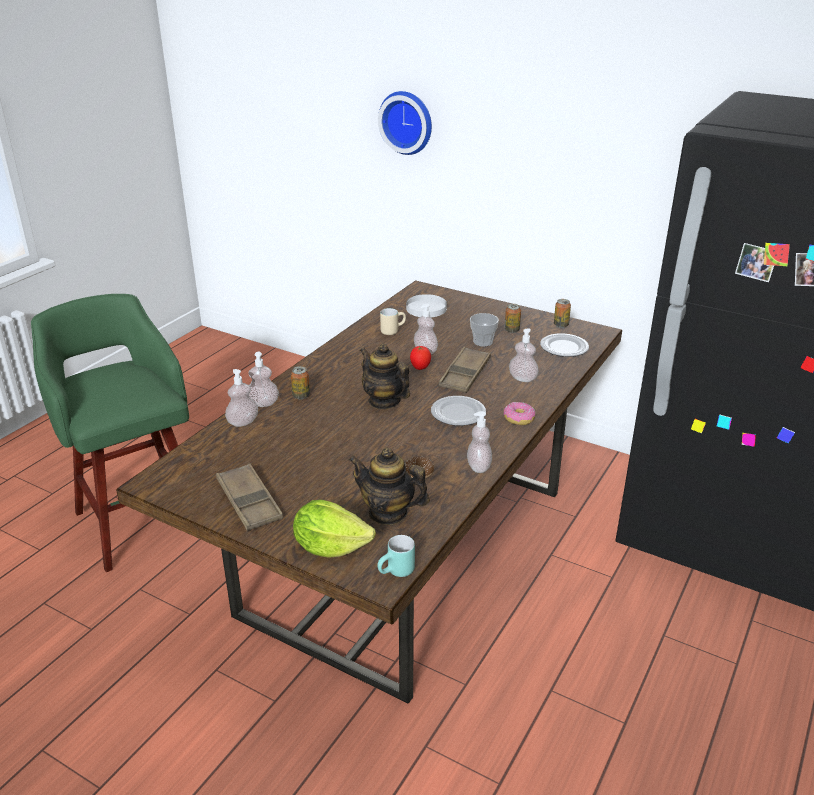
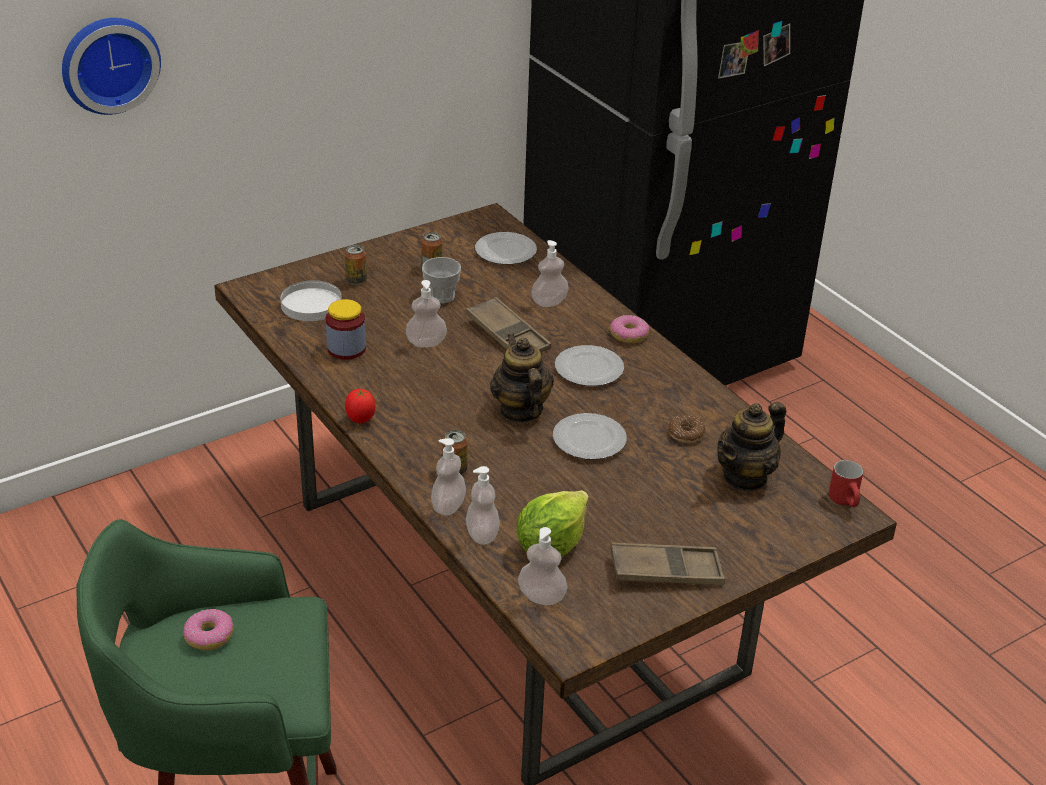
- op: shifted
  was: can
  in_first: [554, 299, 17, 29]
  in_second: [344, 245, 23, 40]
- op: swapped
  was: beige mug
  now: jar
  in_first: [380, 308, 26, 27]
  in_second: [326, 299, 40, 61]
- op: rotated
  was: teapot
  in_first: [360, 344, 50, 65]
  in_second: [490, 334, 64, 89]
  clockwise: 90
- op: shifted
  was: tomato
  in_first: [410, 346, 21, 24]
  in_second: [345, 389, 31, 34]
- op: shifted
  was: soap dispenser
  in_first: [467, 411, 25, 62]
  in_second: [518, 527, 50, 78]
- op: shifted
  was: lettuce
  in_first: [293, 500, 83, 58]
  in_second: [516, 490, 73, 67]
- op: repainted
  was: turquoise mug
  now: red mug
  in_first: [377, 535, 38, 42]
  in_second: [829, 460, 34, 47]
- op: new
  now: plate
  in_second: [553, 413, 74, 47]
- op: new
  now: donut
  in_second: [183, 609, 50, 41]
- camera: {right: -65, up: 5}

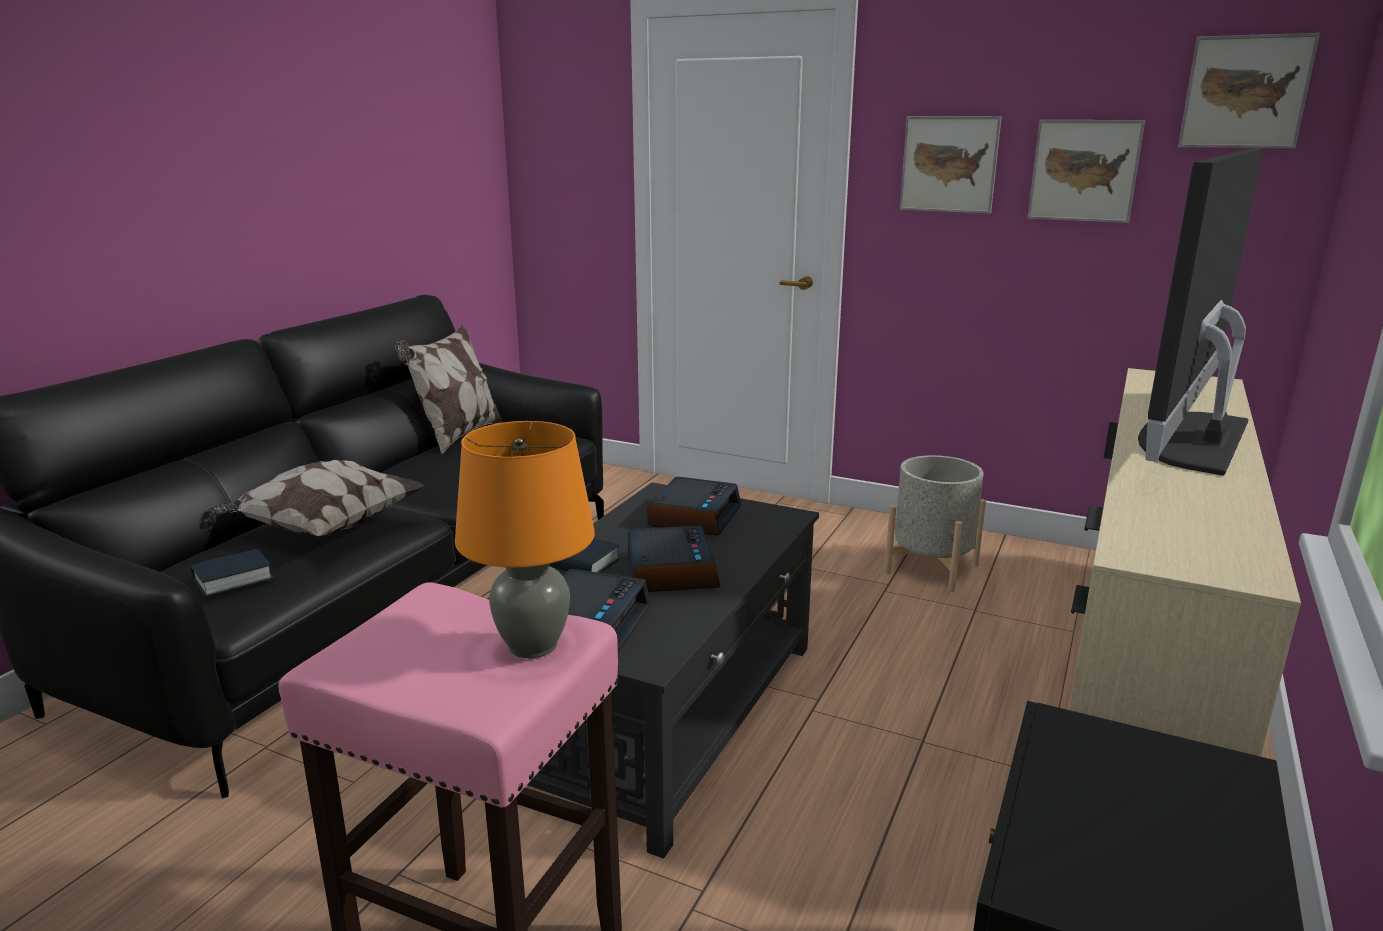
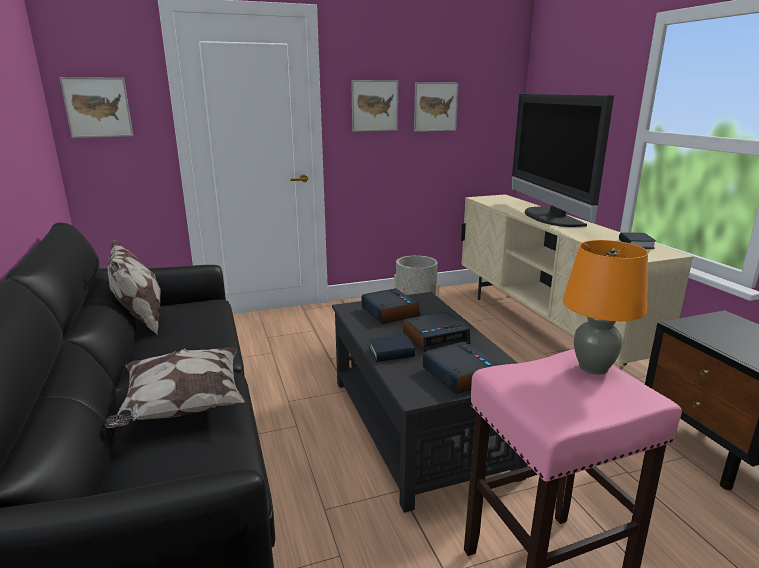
- op: shifted
  was: picture
  in_first: [1178, 33, 142, 116]
  in_second: [59, 77, 74, 61]
- op: rotated
  was: alarm clock
  in_first: [628, 526, 92, 66]
  in_second: [403, 312, 67, 40]
  clockwise: 120
- op: shifted
  was: book
  in_first: [191, 549, 83, 48]
  in_second: [619, 232, 37, 17]
- camera: {right: -45, up: 0}

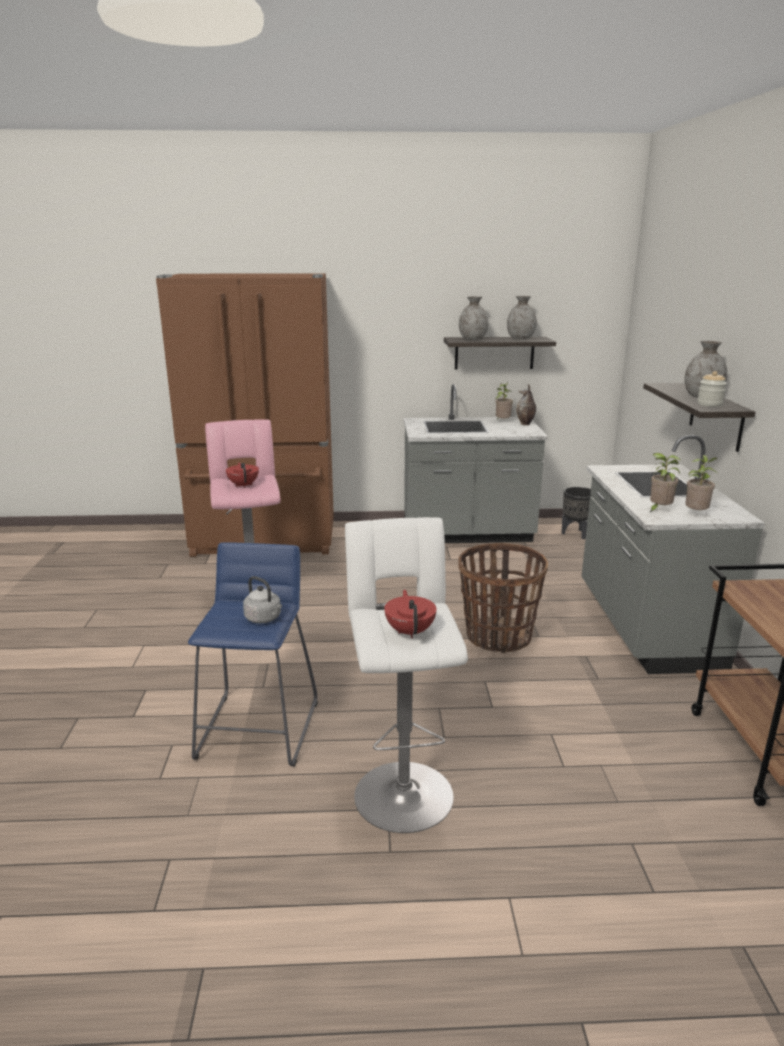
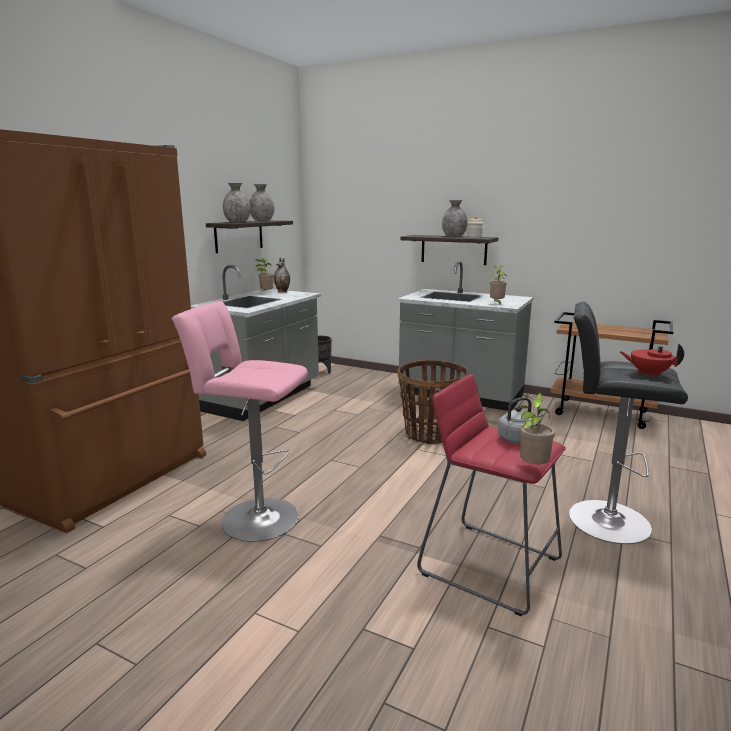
- op: shifted
  was: potted plant
  in_first: [685, 455, 32, 55]
  in_second: [518, 393, 37, 71]
- op: gone
  was: red teapot
  in_first: [226, 462, 33, 26]
- op: repainted
  was: white stool
  now: black stool
  in_first: [345, 517, 123, 316]
  in_second: [569, 301, 119, 243]
- op: repainted
  was: blue stool
  now: red stool
  in_first: [188, 542, 130, 225]
  in_second: [417, 374, 149, 243]
- camera: {right: -60, up: -5}

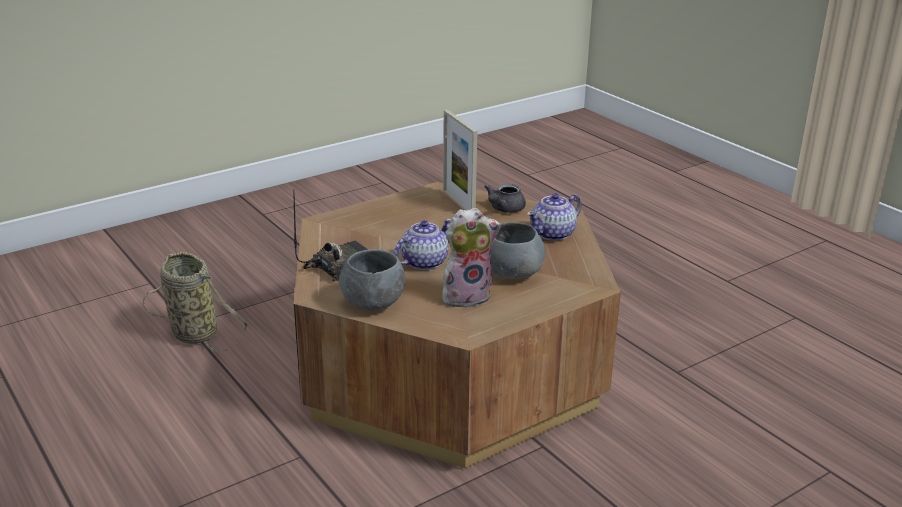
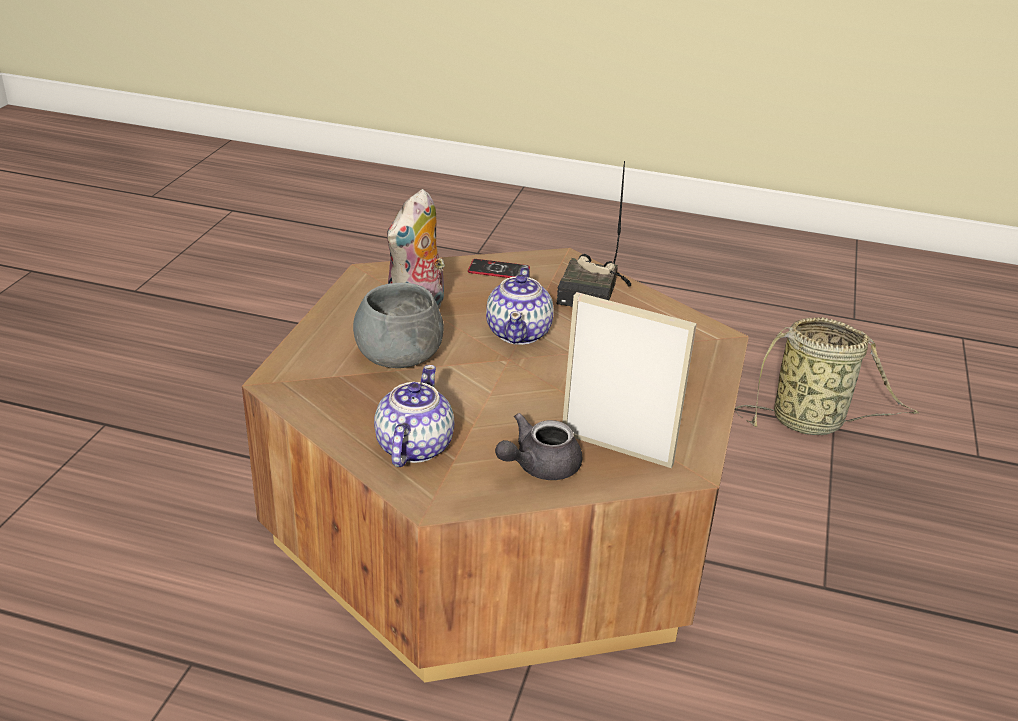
- op: rotated
  was: grey teapot
  in_first: [484, 184, 42, 29]
  in_second: [495, 413, 87, 67]
  clockwise: -120
- op: swapped
  was: grey bowl
  now: phone
  in_first: [339, 249, 66, 62]
  in_second: [468, 259, 62, 19]
- camera: {right: 140, up: 5}

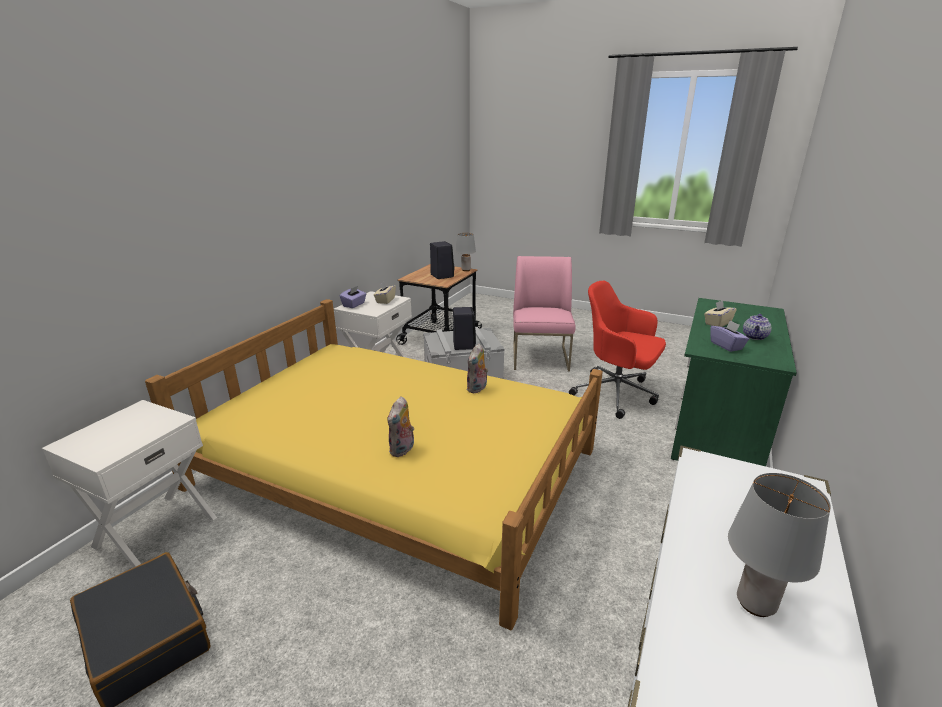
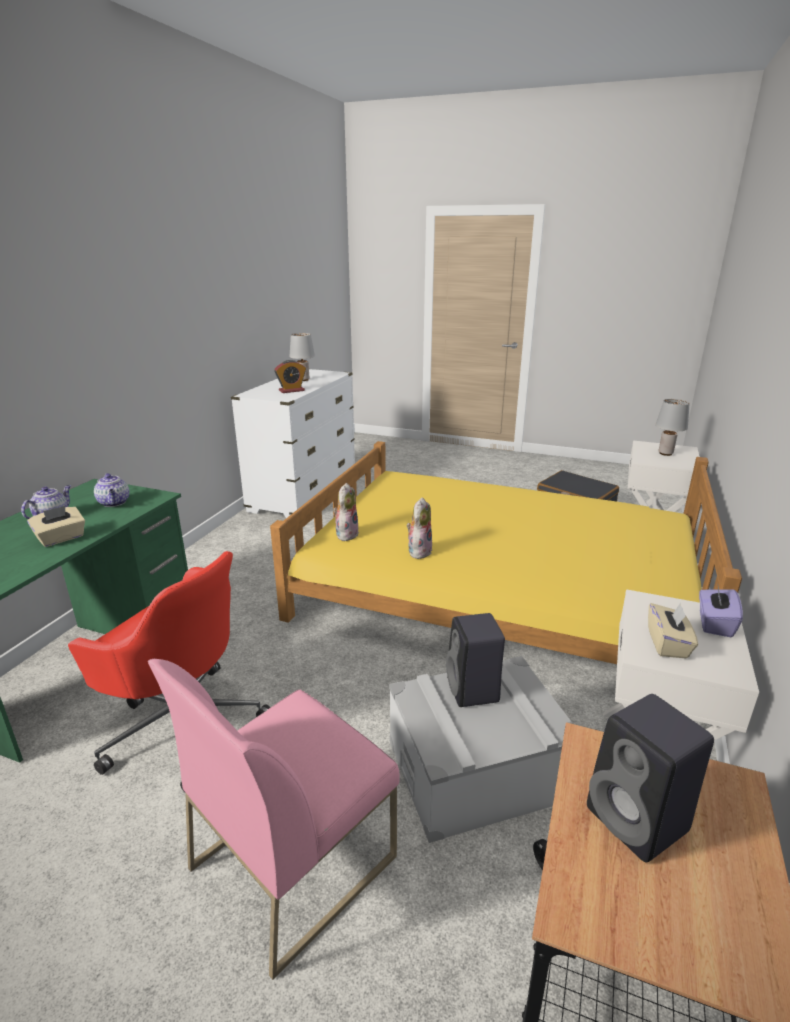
- op: shifted
  was: grey table lamp
  in_first: [456, 233, 20, 38]
  in_second: [655, 399, 35, 57]
- op: rotated
  was: pink chair
  in_first: [513, 256, 63, 116]
  in_second: [148, 659, 252, 321]
  clockwise: 45
- op: swapped
  was: purple tissue box
  now: teapot
  in_first: [710, 320, 39, 32]
  in_second: [94, 473, 35, 34]
- op: shifted
  was: plush toy
  in_first: [387, 396, 27, 61]
  in_second: [333, 483, 26, 58]
- op: new
  now: alarm clock
  in_second: [274, 360, 32, 33]
- camera: {right: 175, up: 0}

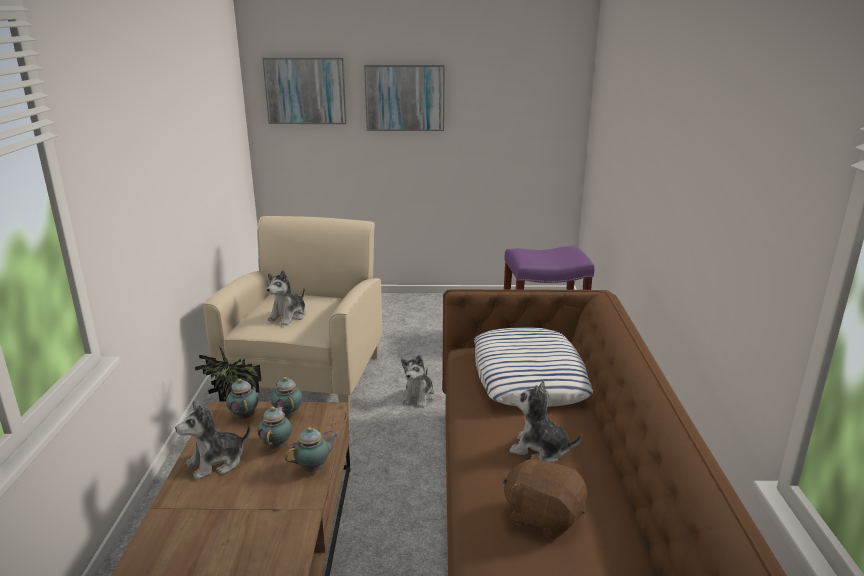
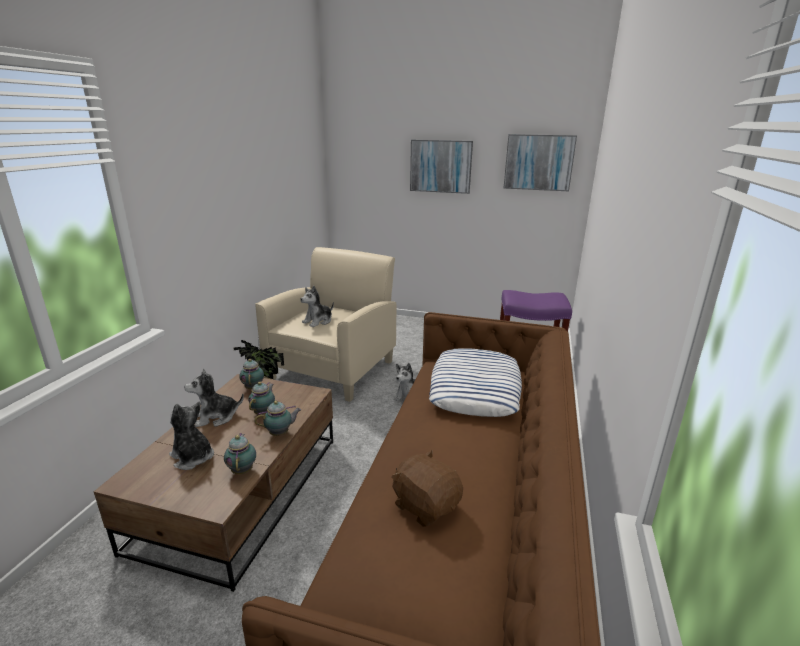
- op: shifted
  was: picture
  in_first: [263, 58, 84, 66]
  in_second: [503, 134, 74, 57]
- op: shifted
  was: teapot
  in_first: [271, 377, 32, 40]
  in_second: [224, 433, 32, 41]
- op: shifted
  was: plush toy
  in_first: [510, 380, 72, 83]
  in_second: [169, 402, 45, 68]
- camera: {right: 15, up: 0}

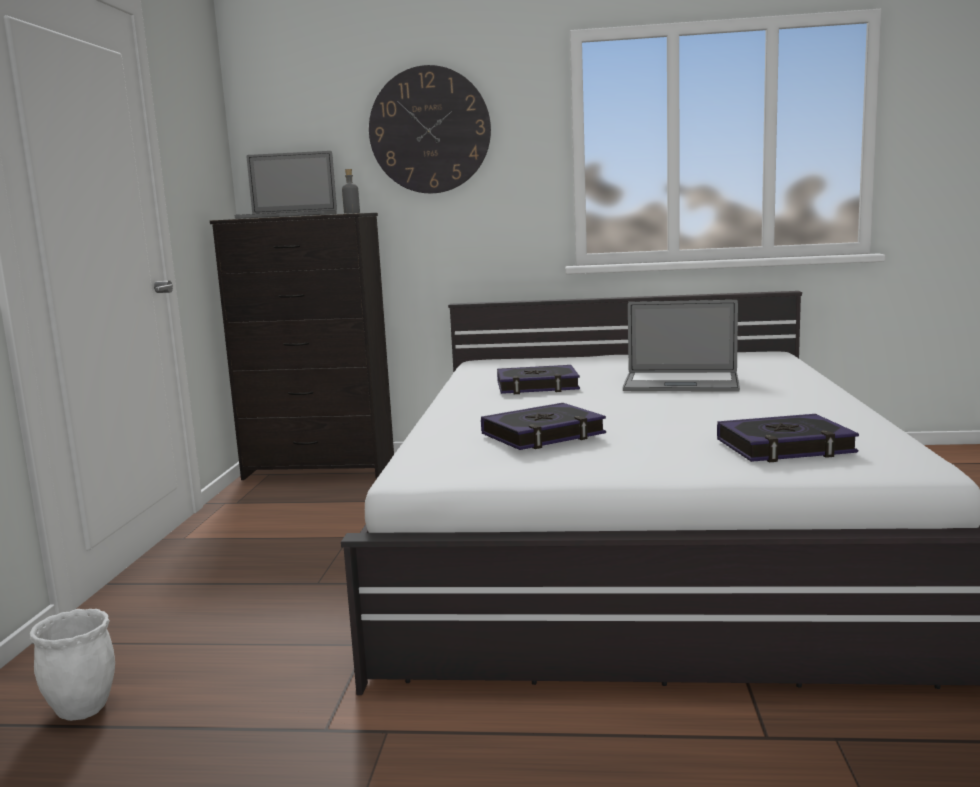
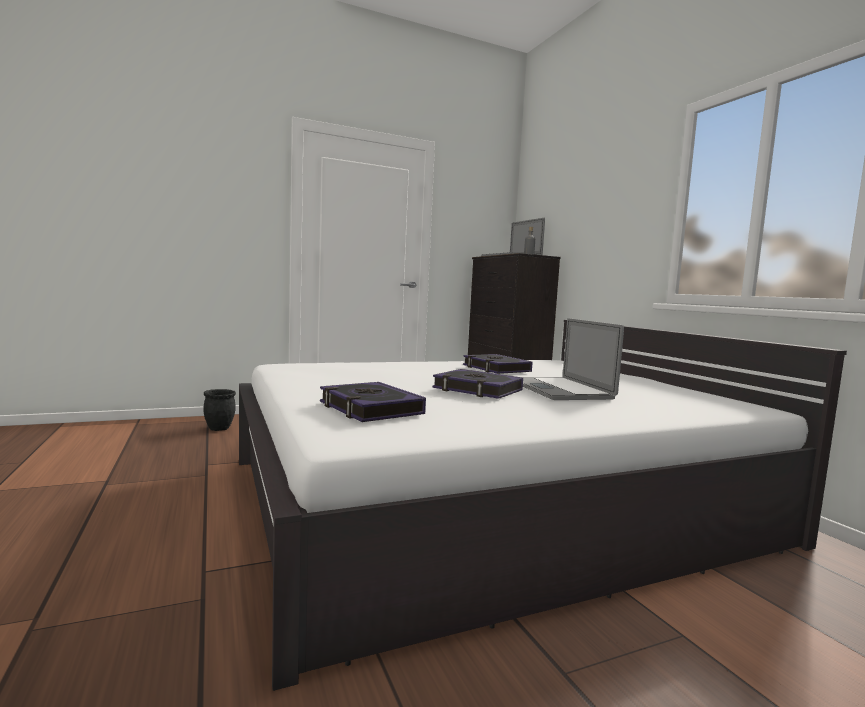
- op: gone
  was: wall clock
  in_first: [369, 65, 122, 128]
- op: shifted
  was: book
  in_first: [481, 403, 125, 47]
  in_second: [432, 369, 91, 30]
- op: repainted
  was: white planter
  now: black planter
  in_first: [30, 609, 85, 112]
  in_second: [204, 389, 32, 42]
- camera: {right: 60, up: -5}

